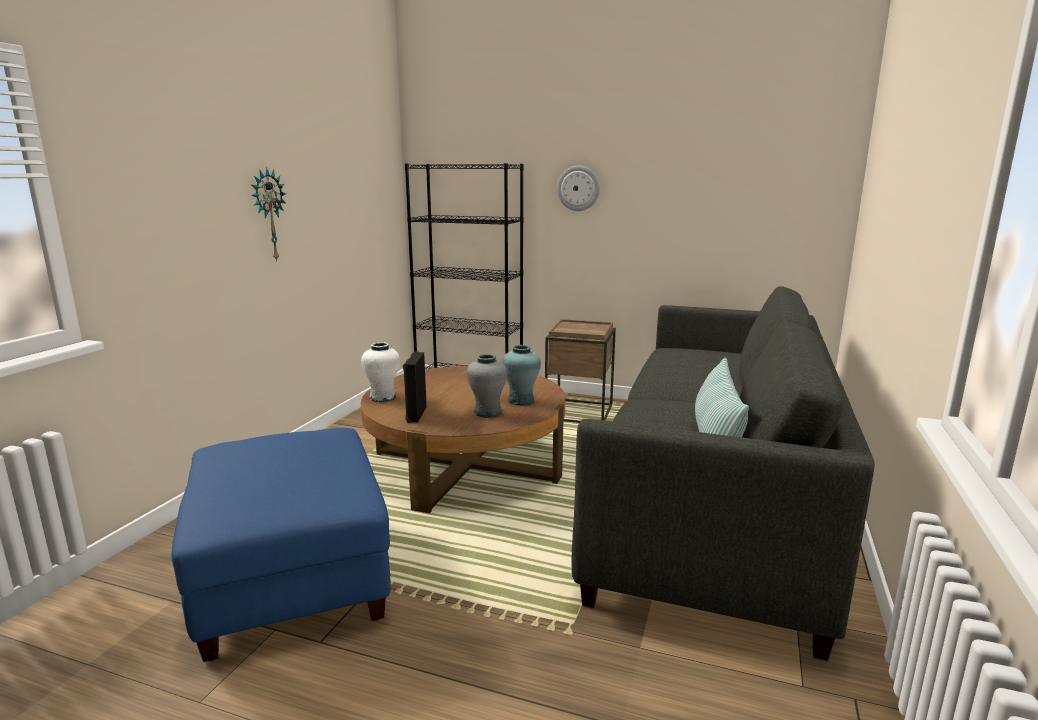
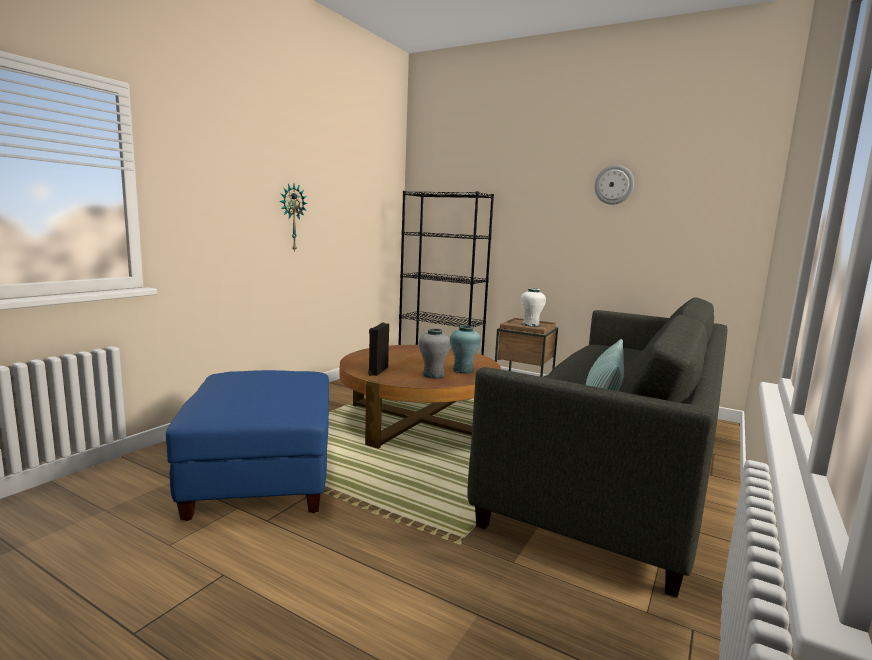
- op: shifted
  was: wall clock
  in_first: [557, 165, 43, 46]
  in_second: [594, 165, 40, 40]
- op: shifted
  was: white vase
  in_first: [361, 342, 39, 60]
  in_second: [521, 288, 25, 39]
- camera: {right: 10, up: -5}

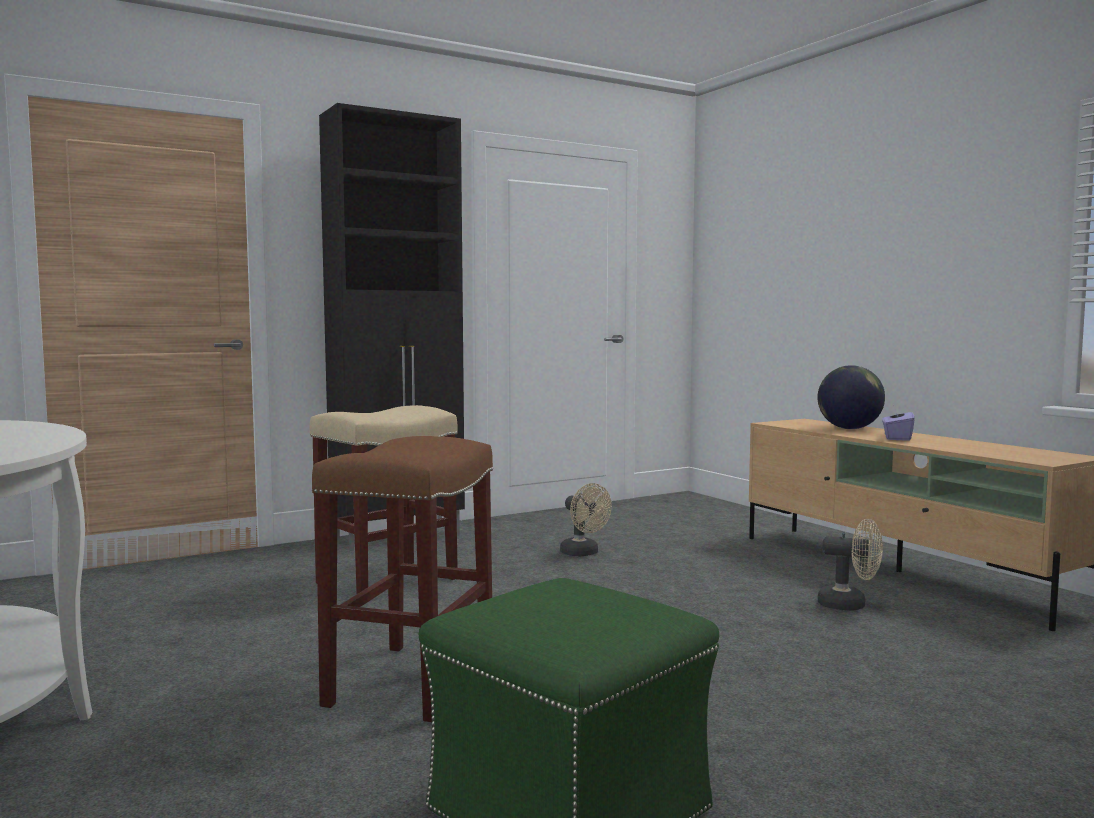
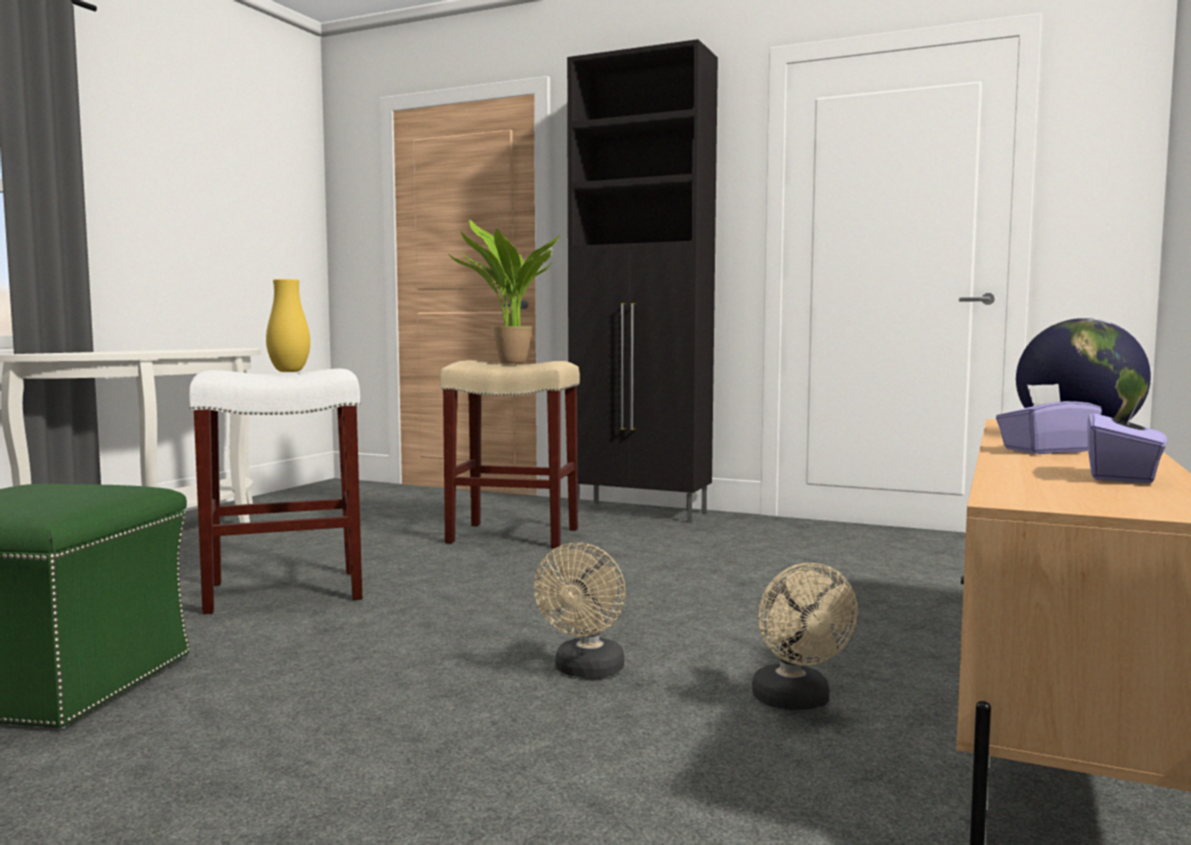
- op: repainted
  was: brown stool
  now: white stool
  in_first: [312, 436, 181, 286]
  in_second: [189, 369, 173, 245]
- op: shifted
  was: beige fan
  in_first: [560, 483, 52, 73]
  in_second: [534, 543, 92, 135]
- op: new
  now: potted plant
  in_second: [449, 219, 111, 145]
- op: new
  now: yellow vase
  in_second: [266, 279, 44, 93]
- op: new
  now: purple tissue box
  in_second: [1088, 397, 79, 87]
- camera: {right: 55, up: 0}

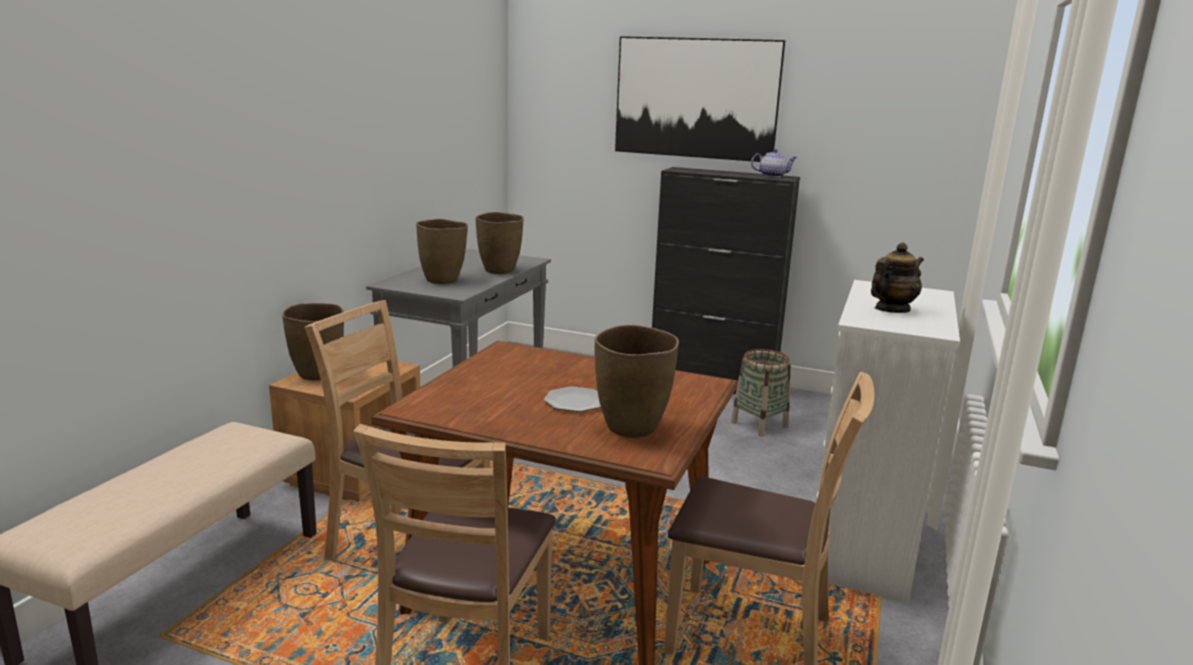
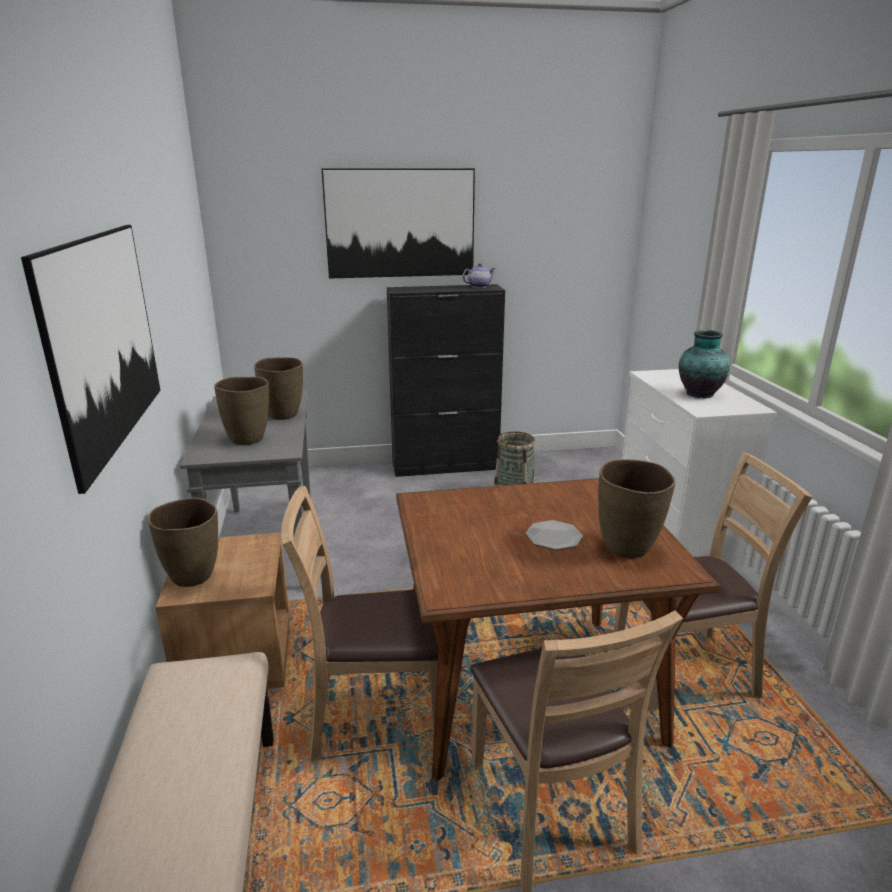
- op: swapped
  was: teapot
  now: vase
  in_first: [871, 243, 53, 70]
  in_second: [679, 330, 51, 68]
- op: new
  now: picture
  in_second: [21, 225, 139, 269]
- camera: {right: -30, up: 5}

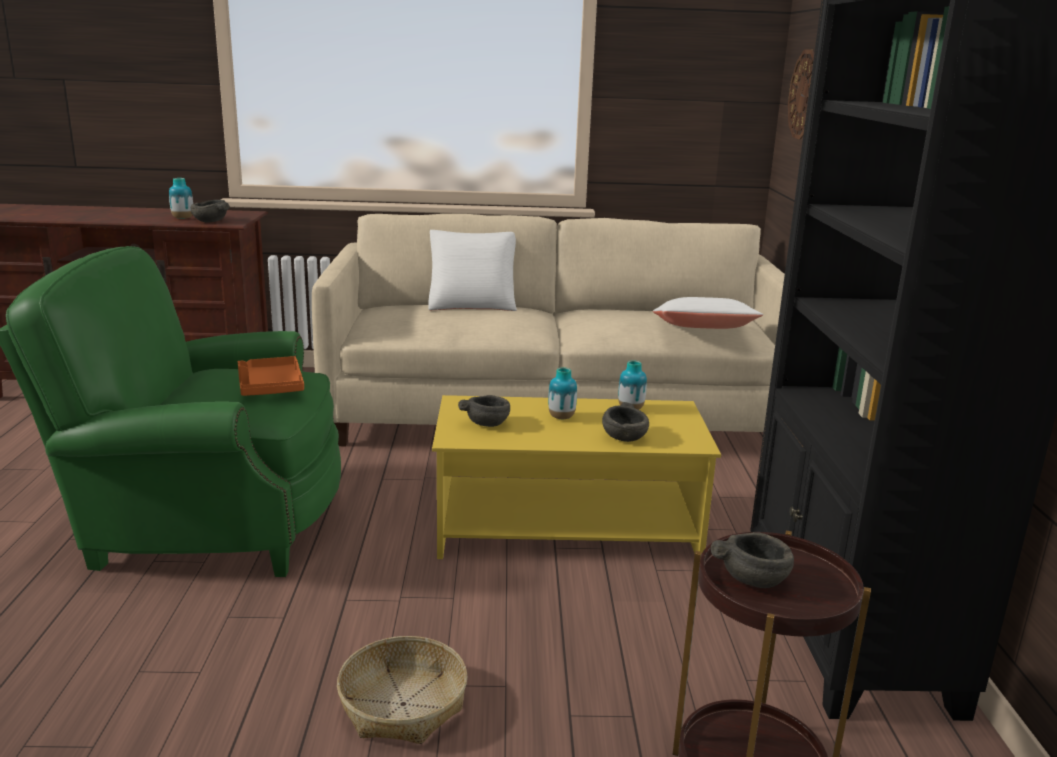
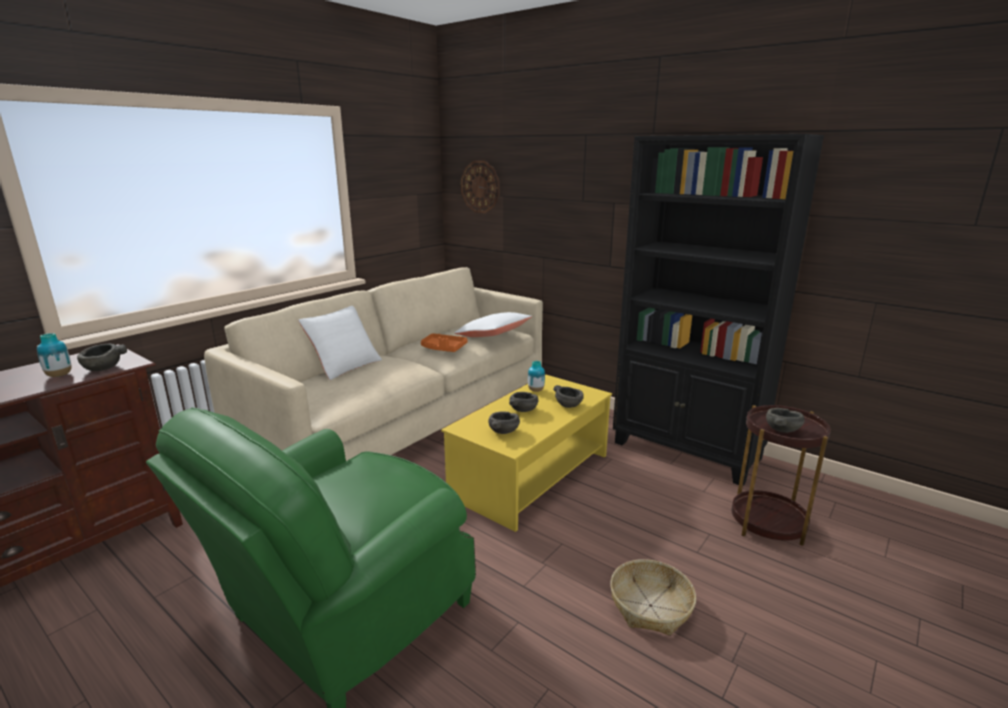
- op: shifted
  was: orange tray
  in_first: [238, 356, 66, 40]
  in_second: [421, 333, 46, 19]
- op: swapped
  was: vase
  now: grey bowl
  in_first: [548, 367, 29, 52]
  in_second: [509, 392, 29, 20]
- camera: {right: -50, up: 0}

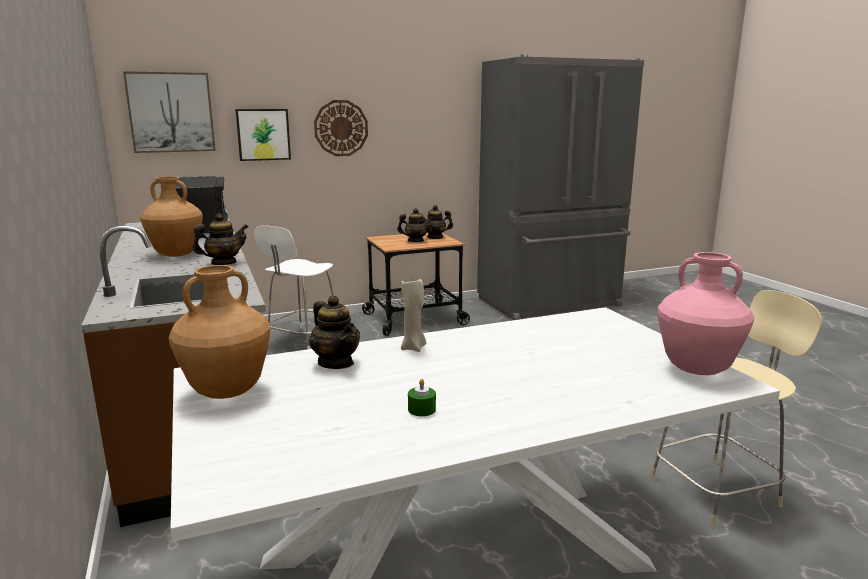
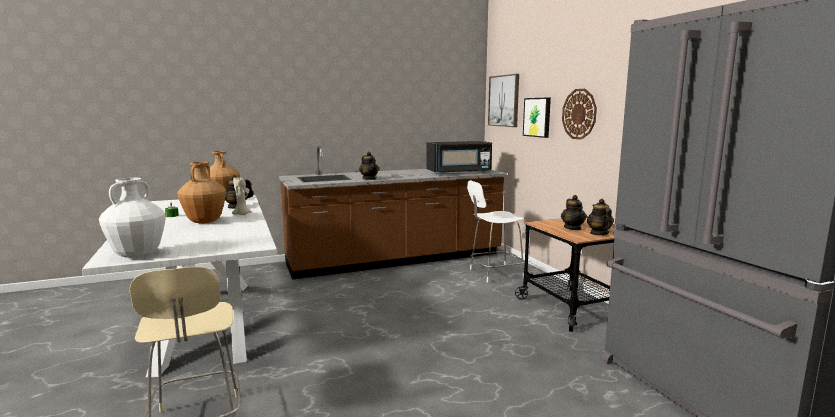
- op: shifted
  was: brown vase
  in_first: [140, 177, 63, 80]
  in_second: [177, 162, 49, 62]
- op: rotated
  was: white chair
  in_first: [254, 225, 79, 124]
  in_second: [467, 180, 58, 103]
  clockwise: -45
- op: repainted
  was: pink vase
  now: white vase
  in_first: [657, 252, 97, 123]
  in_second: [99, 178, 67, 80]
- camera: {right: 90, up: -5}

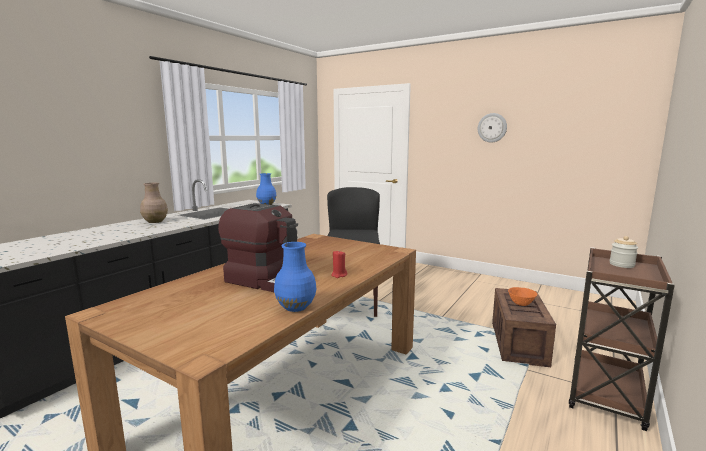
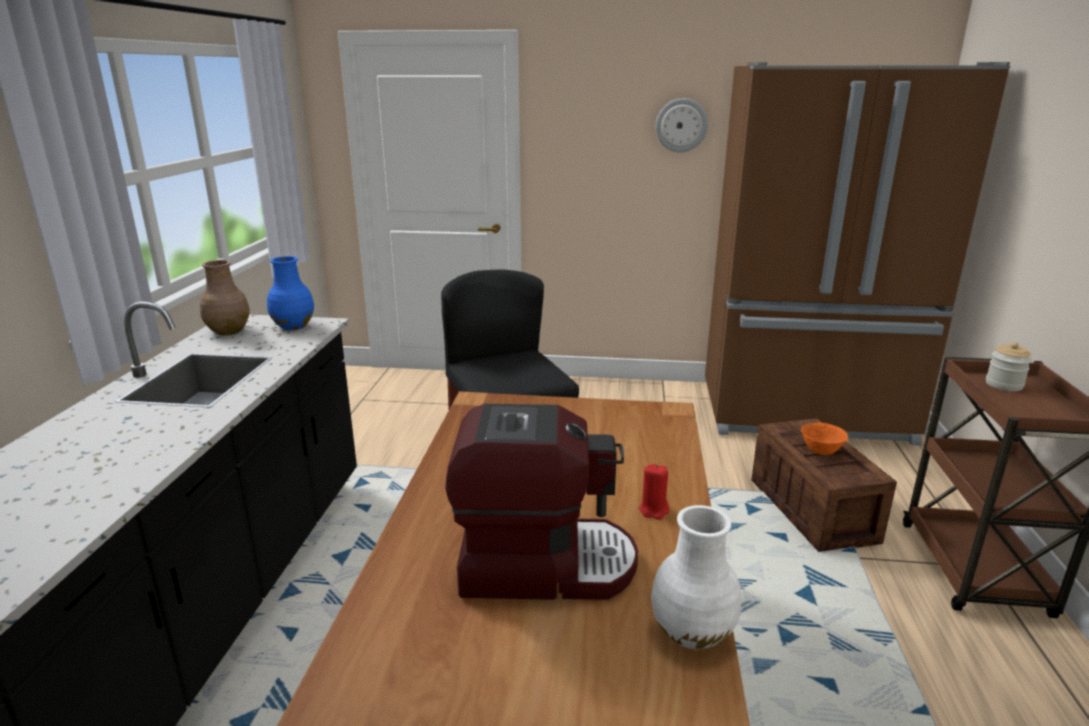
- op: shifted
  was: brown vase
  in_first: [140, 183, 28, 40]
  in_second: [200, 260, 50, 75]
- op: repainted
  was: blue vase
  now: white vase
  in_first: [274, 242, 42, 70]
  in_second: [651, 505, 90, 144]
- op: new
  now: brown fridge
  in_second: [705, 62, 305, 384]
- camera: {right: -25, up: 10}

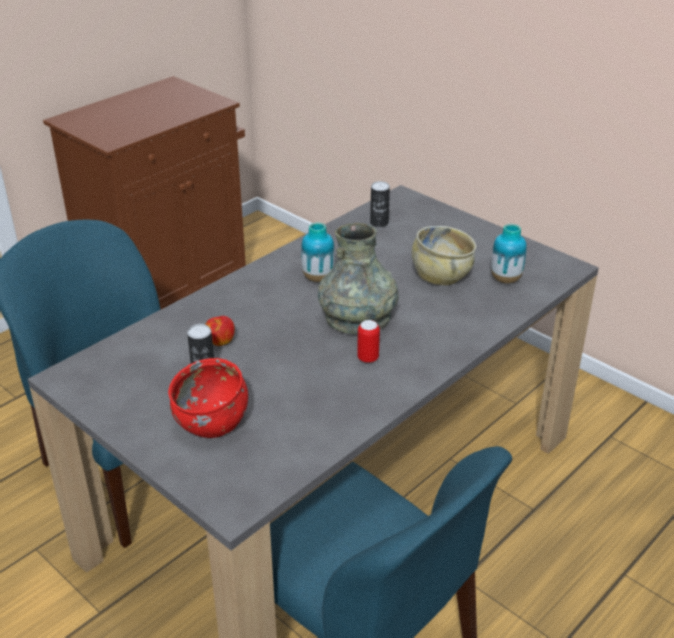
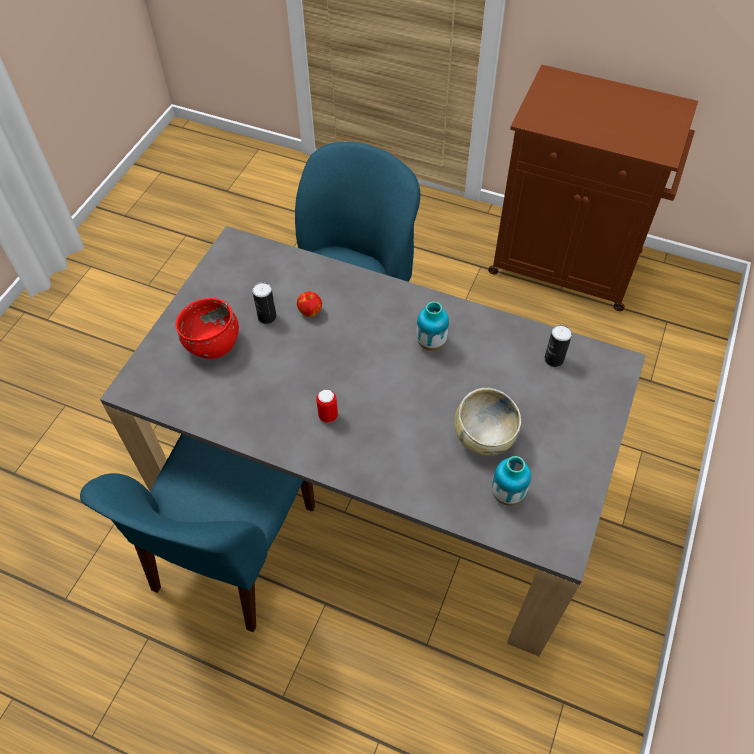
- op: gone
  was: grey vase
  in_first: [318, 223, 81, 111]
- camera: {right: 70, up: 20}

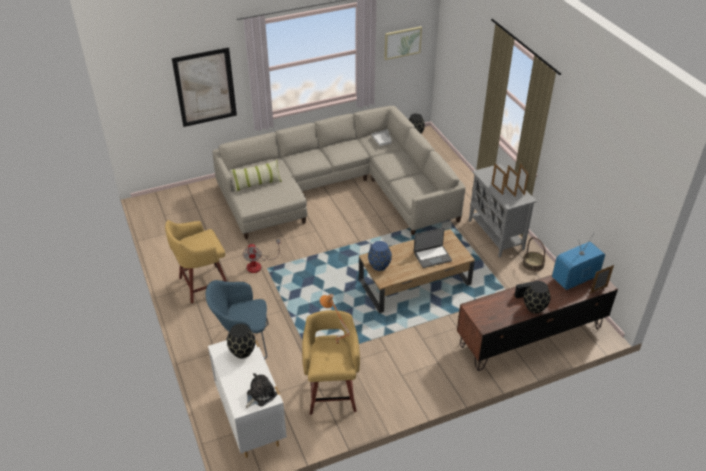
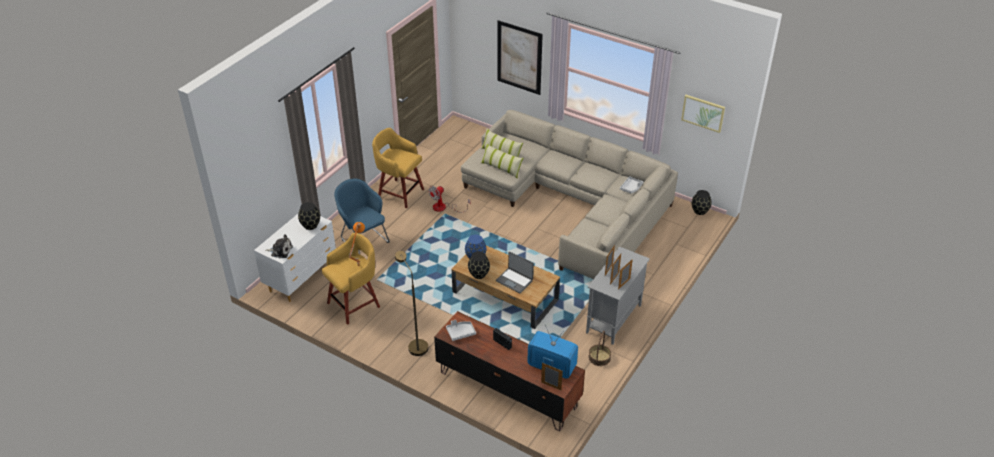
- op: shifted
  was: black vase
  in_first: [524, 281, 27, 32]
  in_second: [468, 251, 22, 28]
- op: new
  now: pillow
  in_second: [481, 143, 42, 35]
- op: new
  now: brown floor lamp
  in_second: [395, 251, 33, 105]
- op: new
  now: grey tray
  in_second: [446, 320, 30, 21]
- camera: {right: 55, up: 0}

